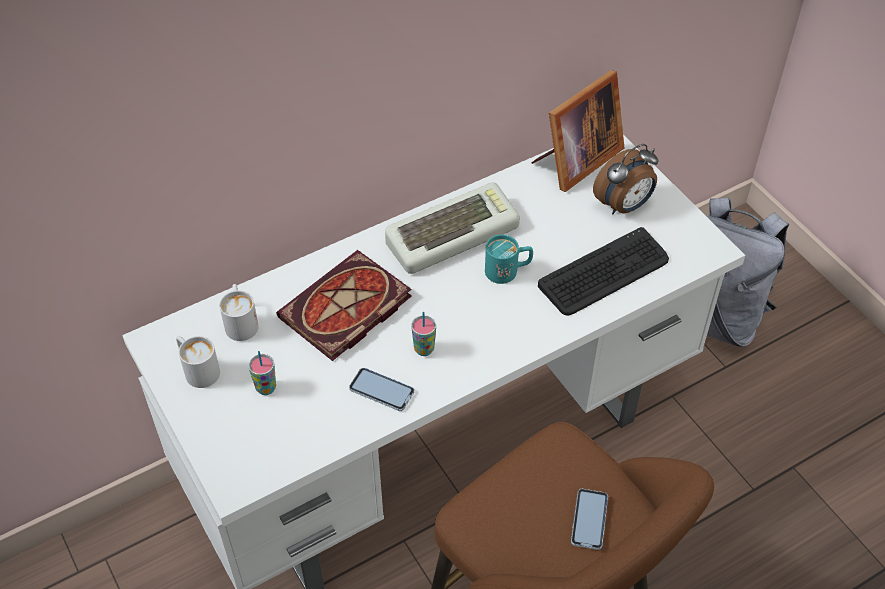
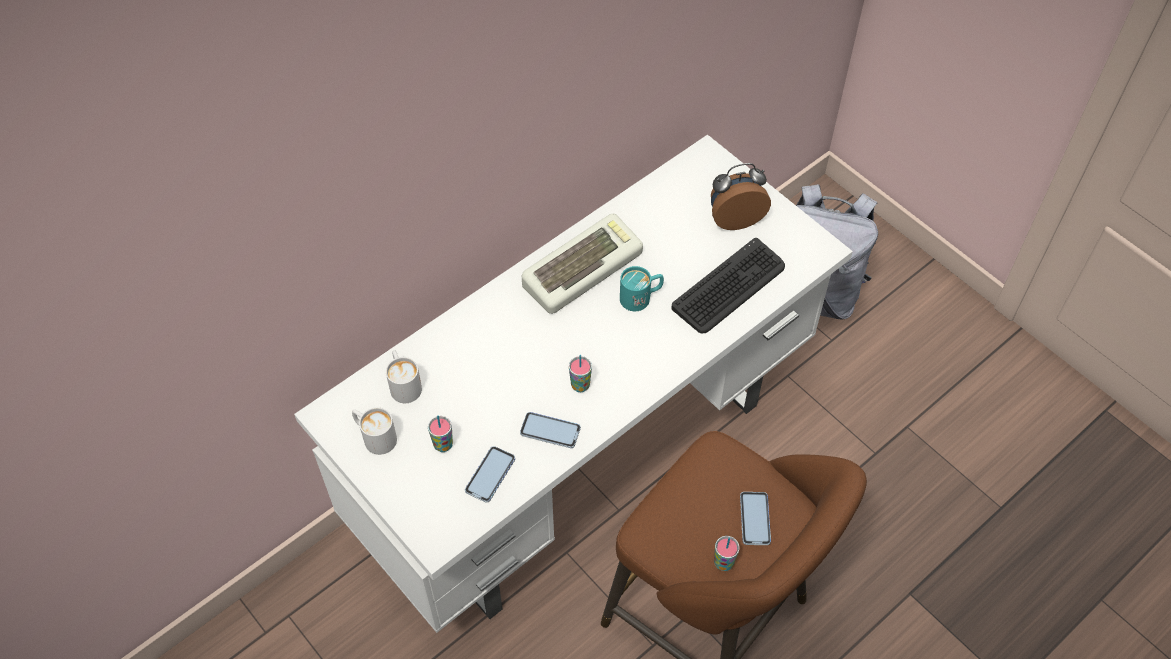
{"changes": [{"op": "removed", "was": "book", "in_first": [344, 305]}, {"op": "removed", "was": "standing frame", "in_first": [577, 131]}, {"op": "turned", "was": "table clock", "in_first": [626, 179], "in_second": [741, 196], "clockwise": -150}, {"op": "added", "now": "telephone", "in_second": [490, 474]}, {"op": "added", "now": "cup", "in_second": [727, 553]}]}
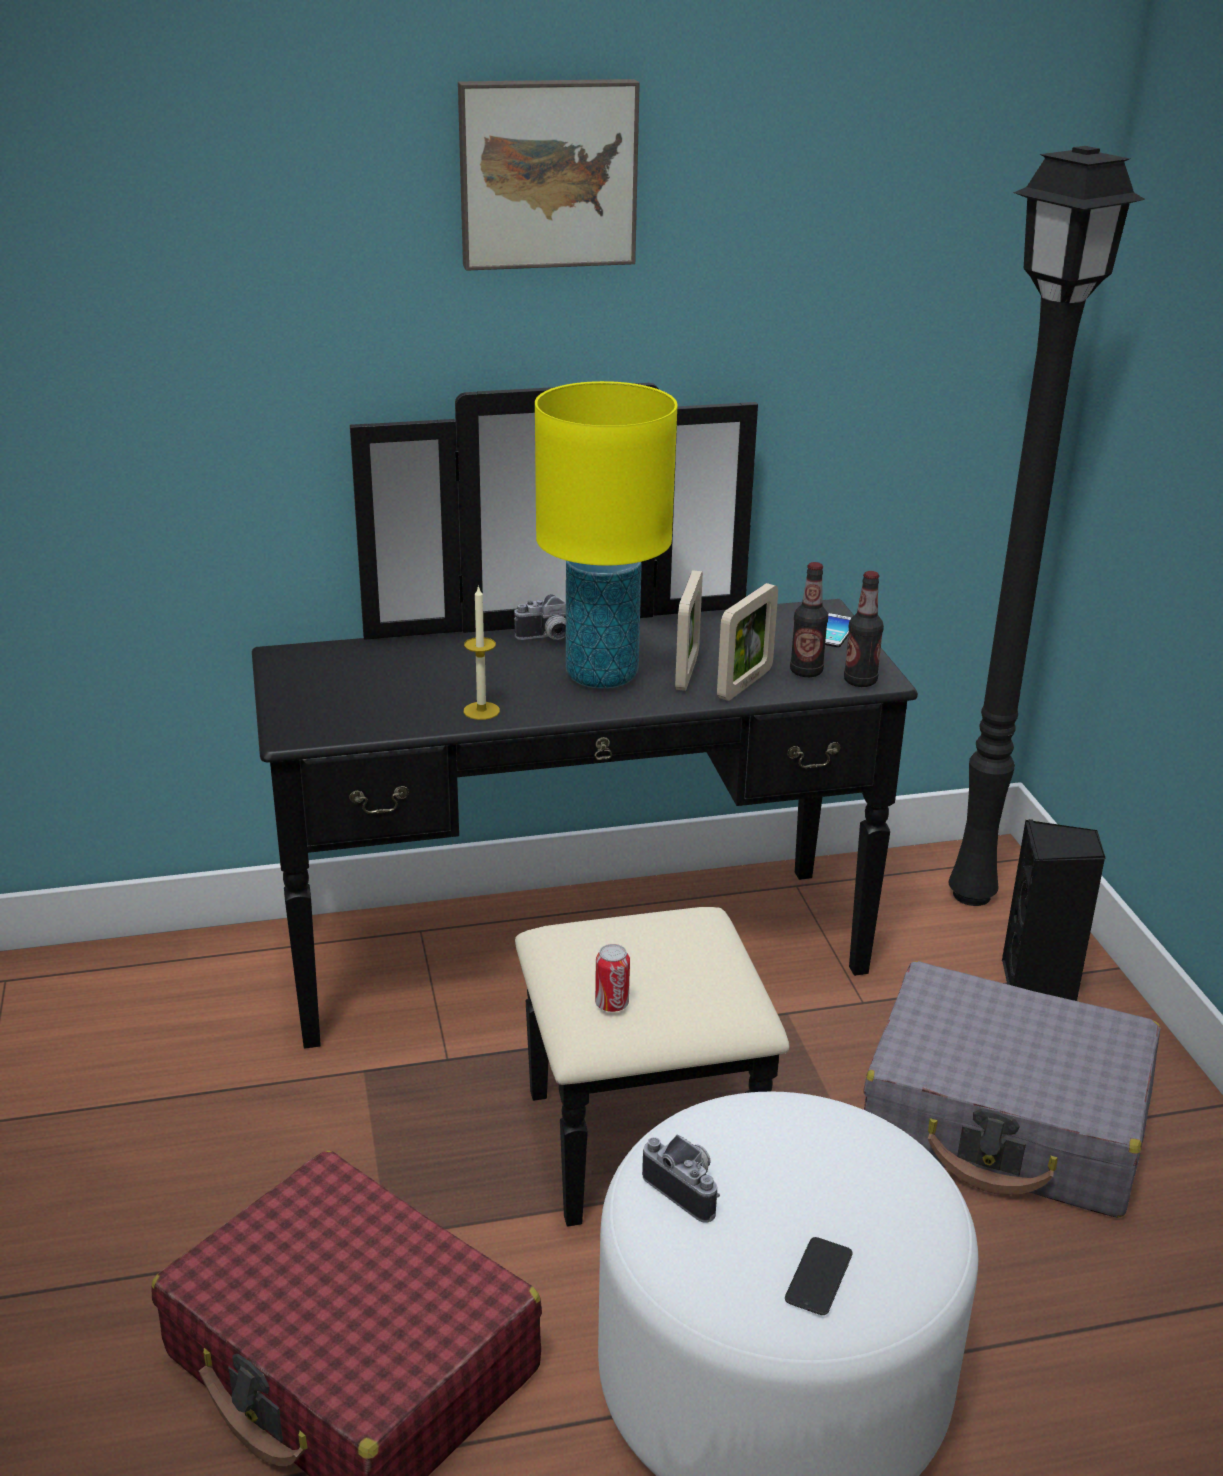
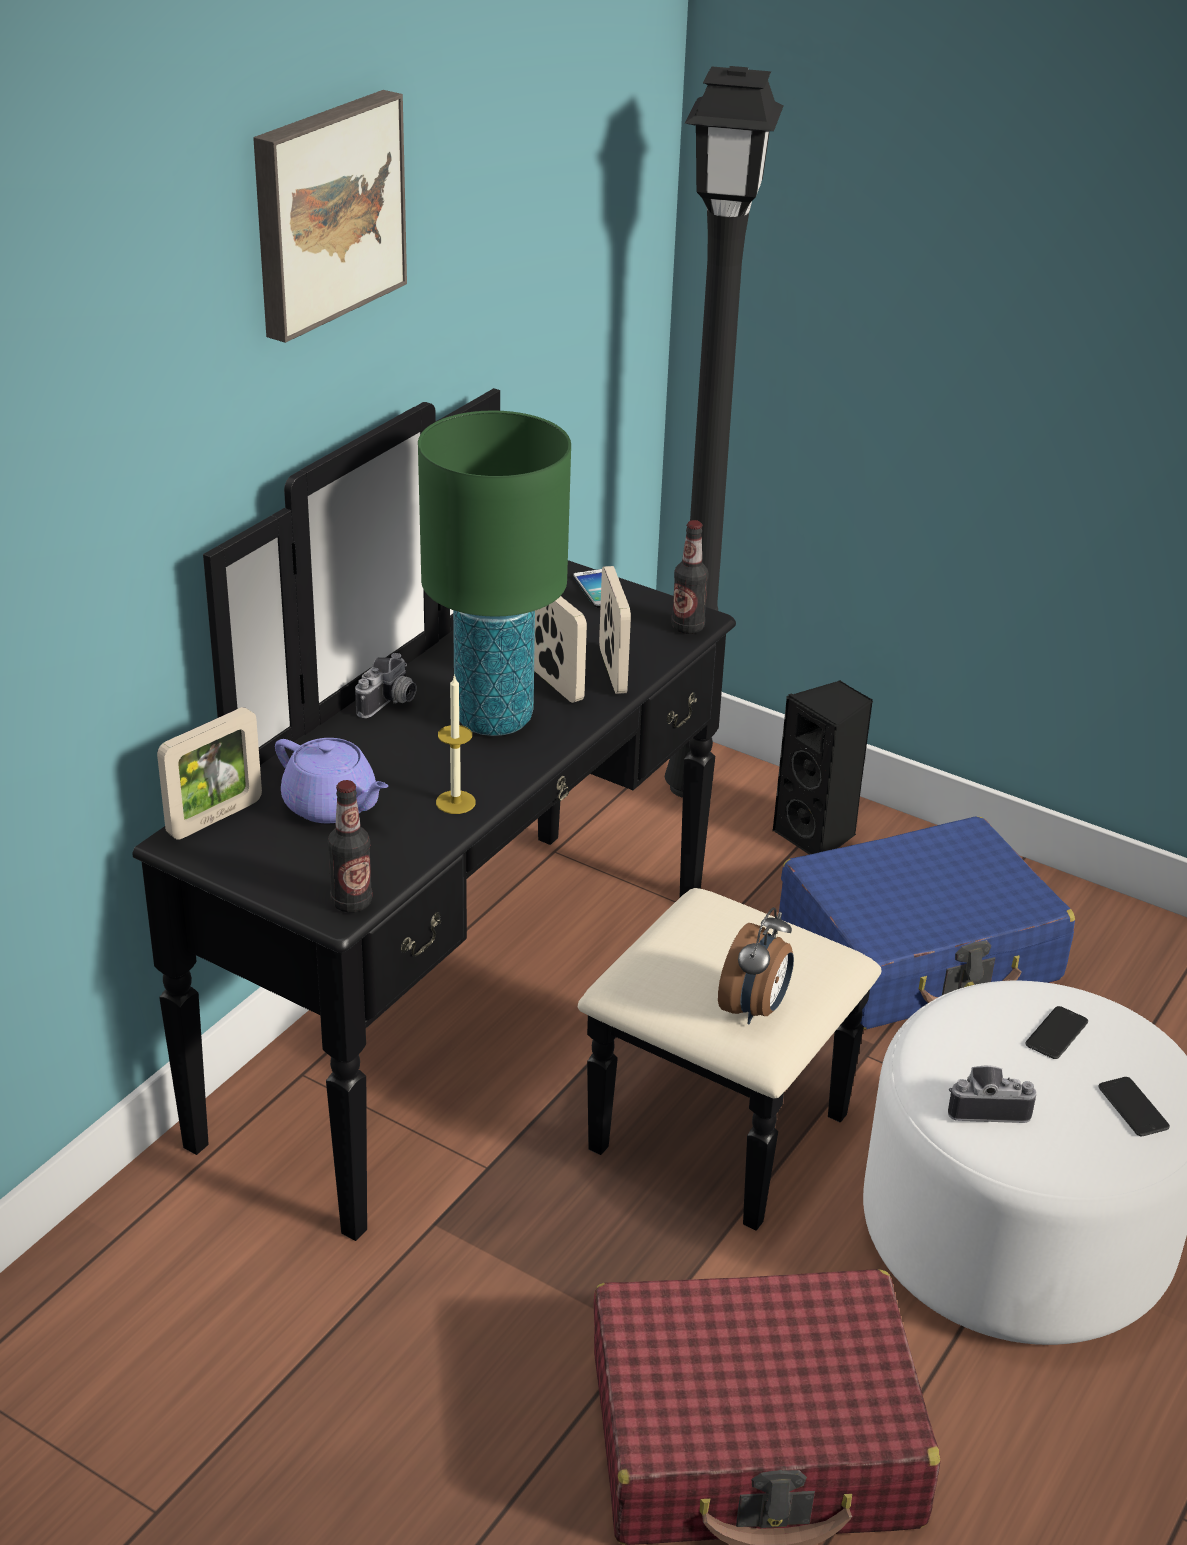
{"changes": [{"op": "recoloured", "was": "yellow-coloured tabletop lamp", "now": "green tabletop lamp", "in_first": [606, 535], "in_second": [494, 573]}, {"op": "replaced", "was": "sealed can", "now": "table clock", "in_first": [612, 978], "in_second": [756, 965]}, {"op": "moved", "was": "drink bottle", "in_first": [809, 619], "in_second": [349, 846]}, {"op": "recoloured", "was": "gray piece of luggage", "now": "bluish piece of luggage", "in_first": [1011, 1089], "in_second": [927, 923]}, {"op": "added", "now": "standing frame", "in_second": [209, 773]}, {"op": "added", "now": "purplish pot for tea", "in_second": [331, 780]}, {"op": "added", "now": "telephone", "in_second": [1057, 1032]}]}
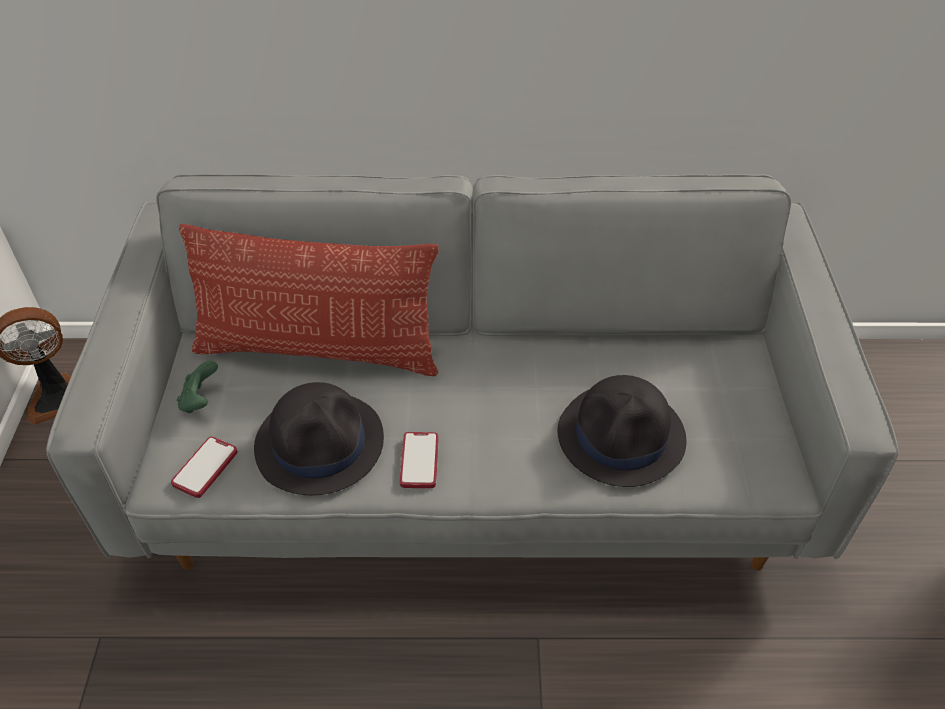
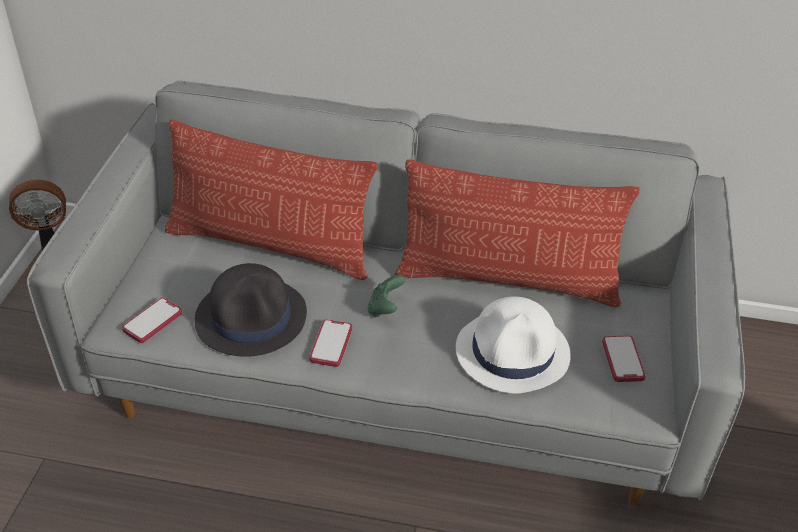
{"changes": [{"op": "moved", "was": "green gamepad", "in_first": [197, 387], "in_second": [387, 296]}, {"op": "recoloured", "was": "black wearable hat", "now": "white wearable hat", "in_first": [622, 431], "in_second": [513, 344]}, {"op": "added", "now": "pillow", "in_second": [517, 233]}, {"op": "added", "now": "telephone", "in_second": [624, 359]}]}
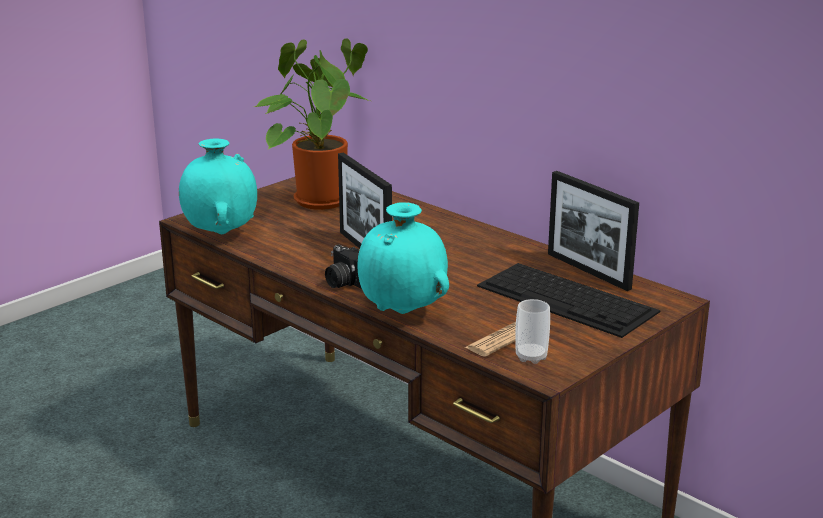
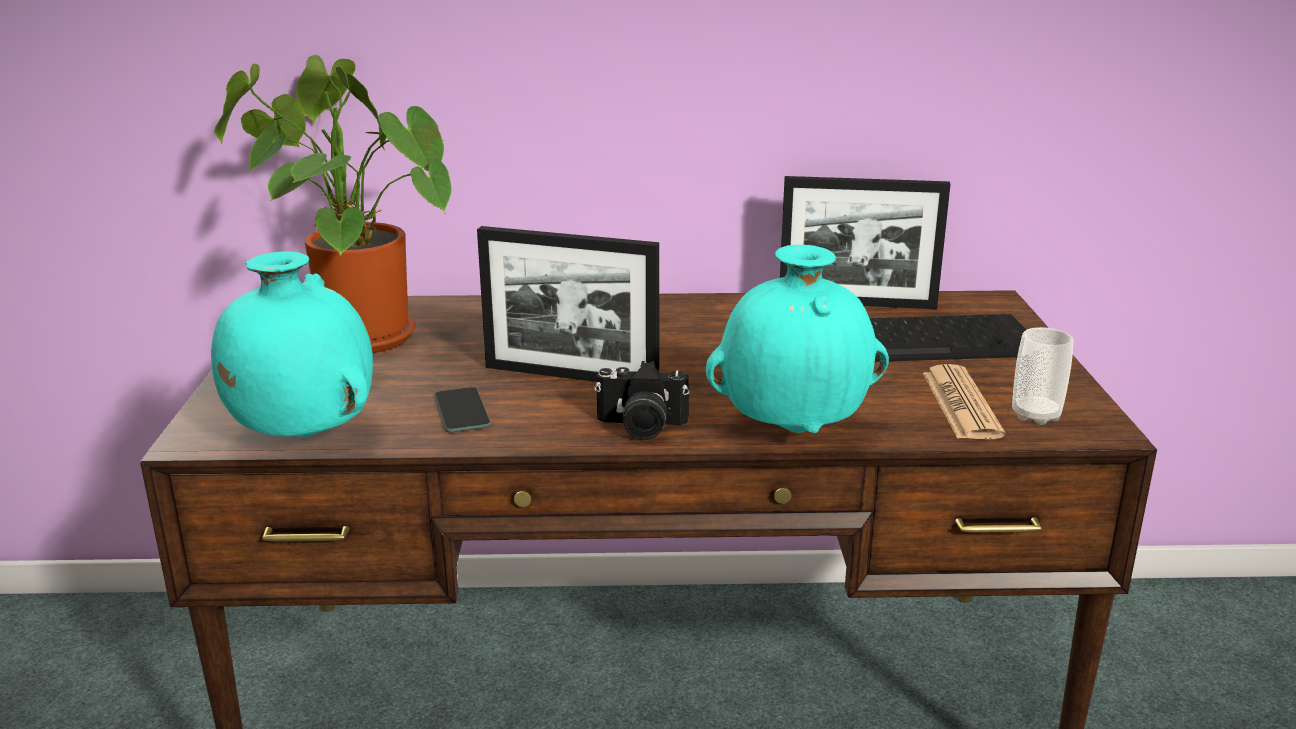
{"changes": [{"op": "added", "now": "telephone", "in_second": [462, 410]}]}
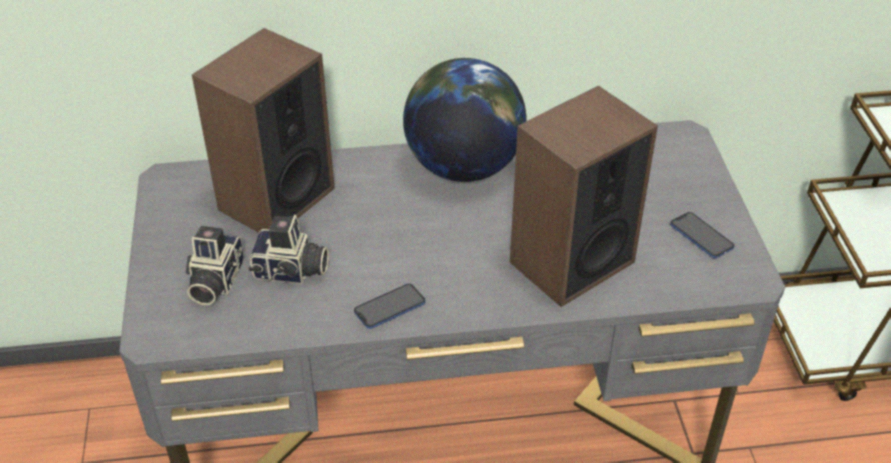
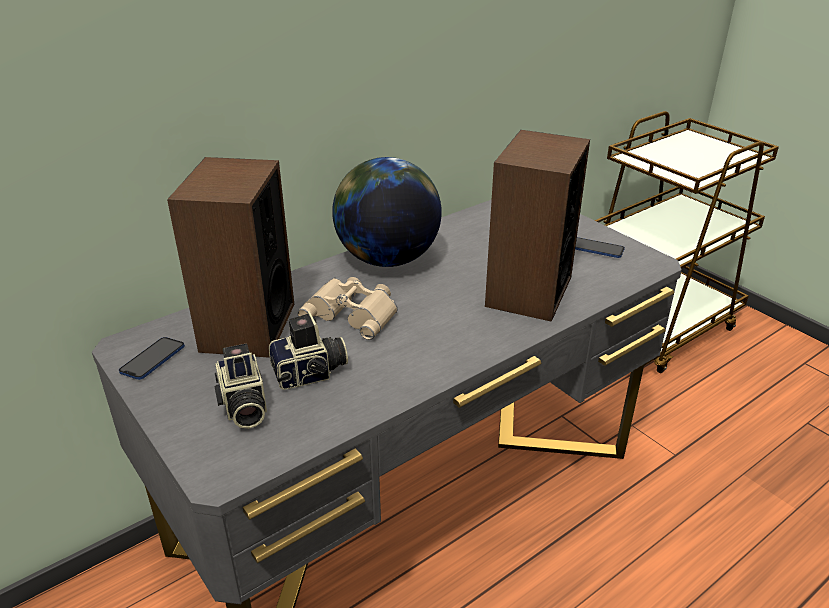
{"changes": [{"op": "moved", "was": "telephone", "in_first": [389, 306], "in_second": [152, 358]}, {"op": "added", "now": "beige binoculars", "in_second": [347, 308]}]}
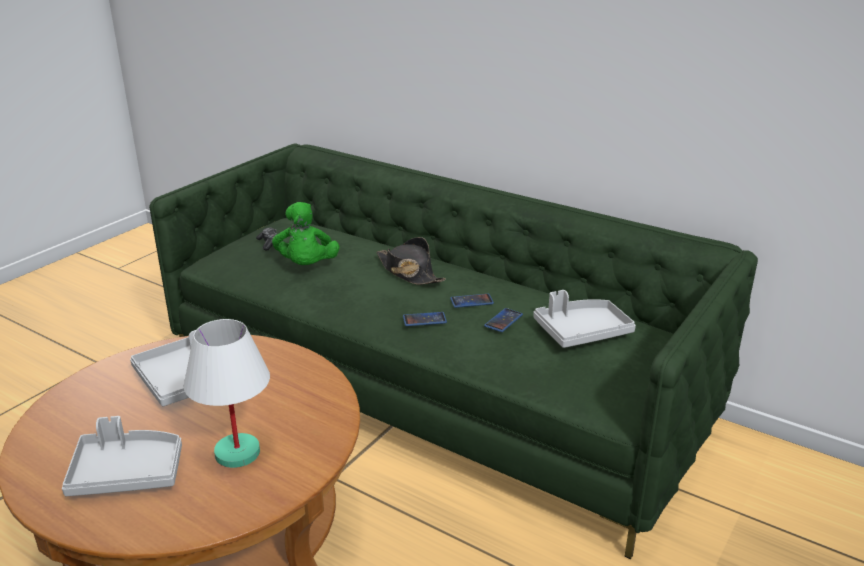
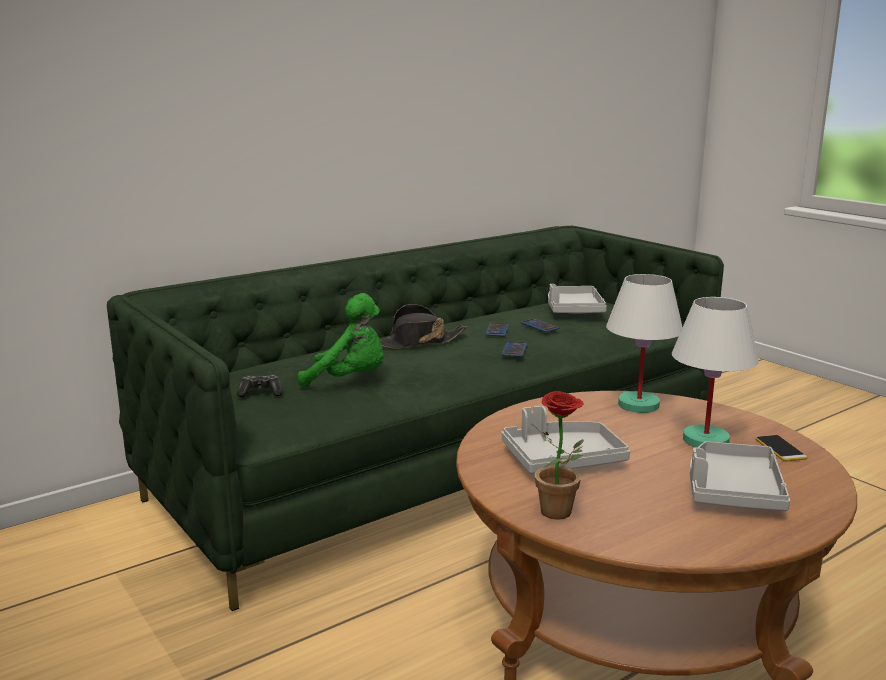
{"changes": [{"op": "added", "now": "potted plant", "in_second": [558, 455]}, {"op": "added", "now": "white tabletop lamp", "in_second": [644, 343]}, {"op": "added", "now": "telephone", "in_second": [781, 448]}]}
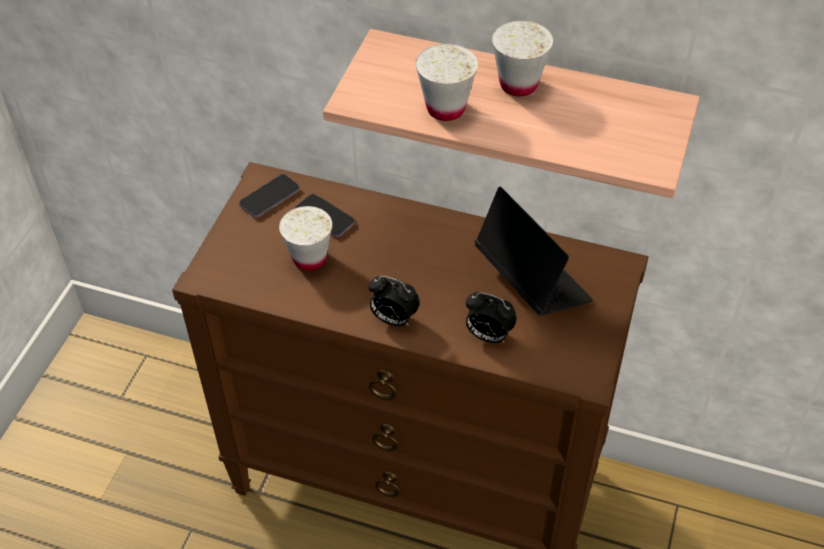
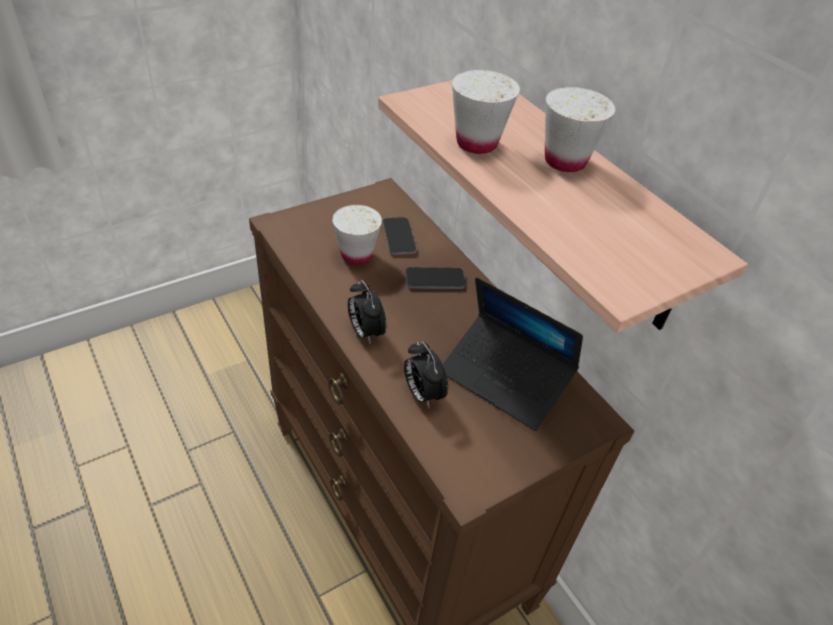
{"changes": [{"op": "moved", "was": "telephone", "in_first": [269, 196], "in_second": [435, 278]}, {"op": "turned", "was": "notebook computer", "in_first": [534, 251], "in_second": [513, 354], "clockwise": 120}]}
